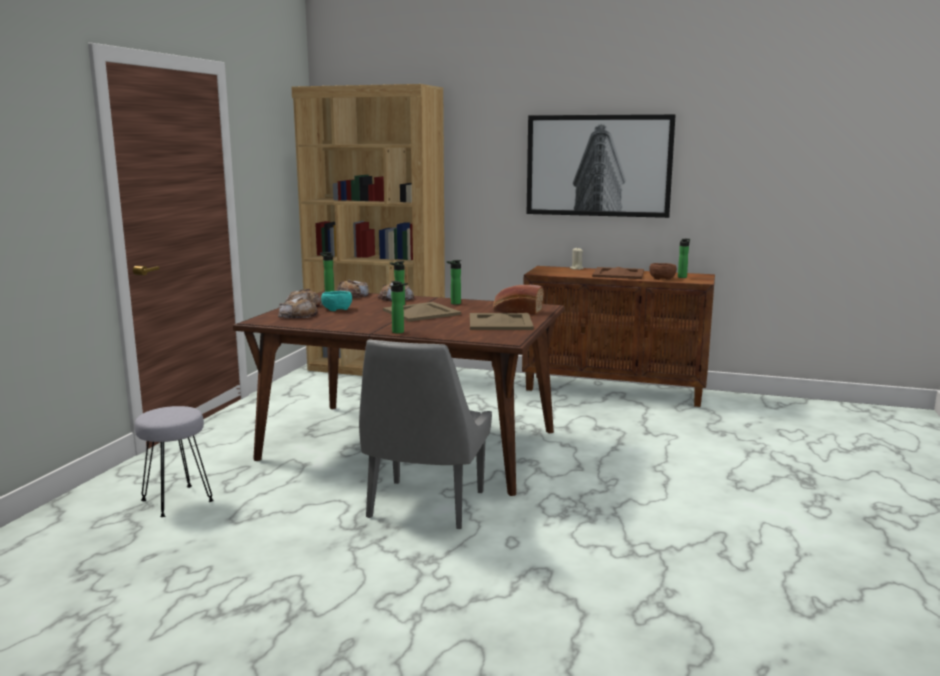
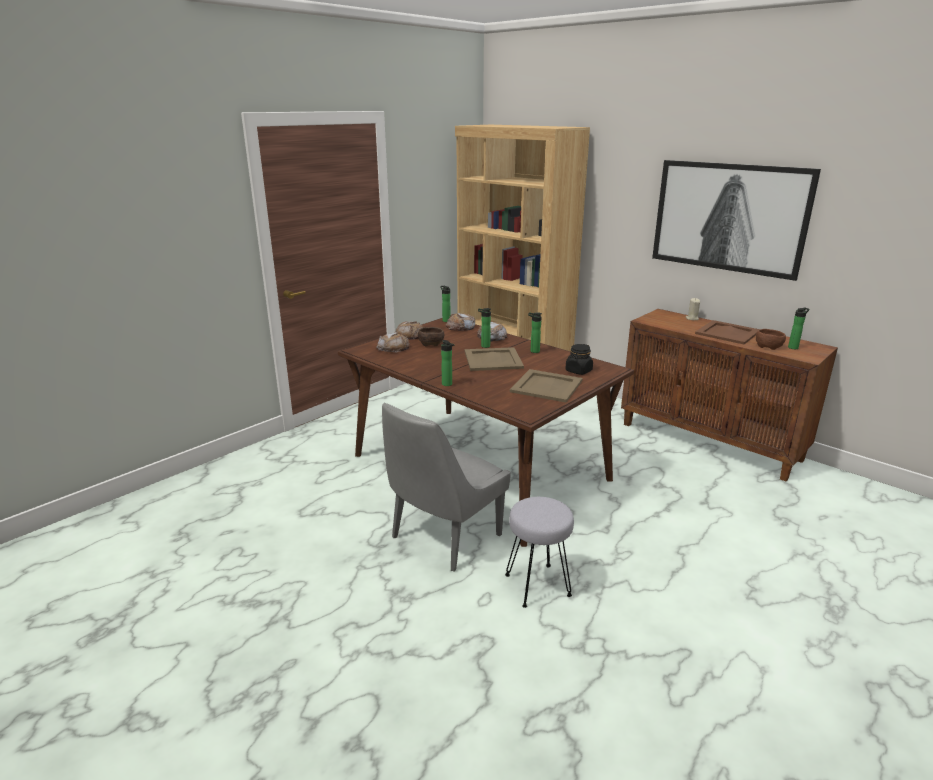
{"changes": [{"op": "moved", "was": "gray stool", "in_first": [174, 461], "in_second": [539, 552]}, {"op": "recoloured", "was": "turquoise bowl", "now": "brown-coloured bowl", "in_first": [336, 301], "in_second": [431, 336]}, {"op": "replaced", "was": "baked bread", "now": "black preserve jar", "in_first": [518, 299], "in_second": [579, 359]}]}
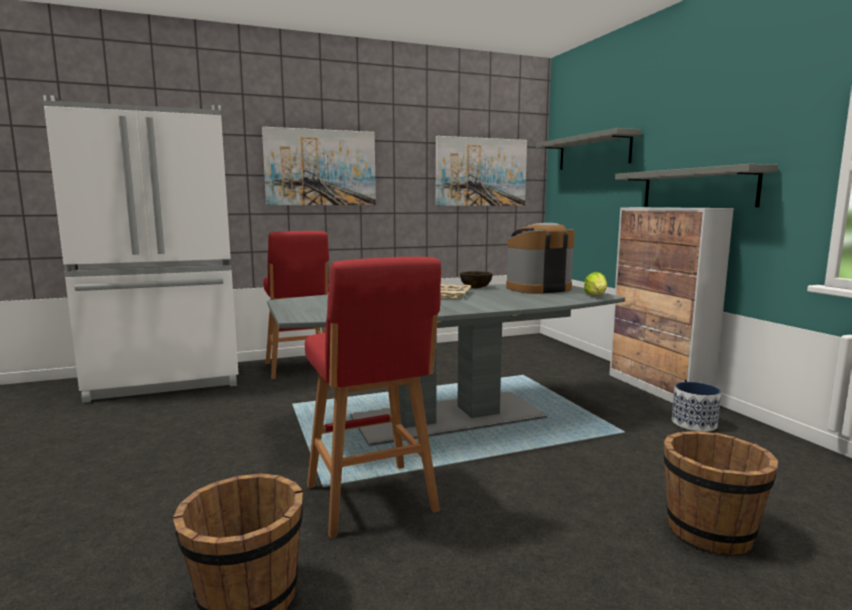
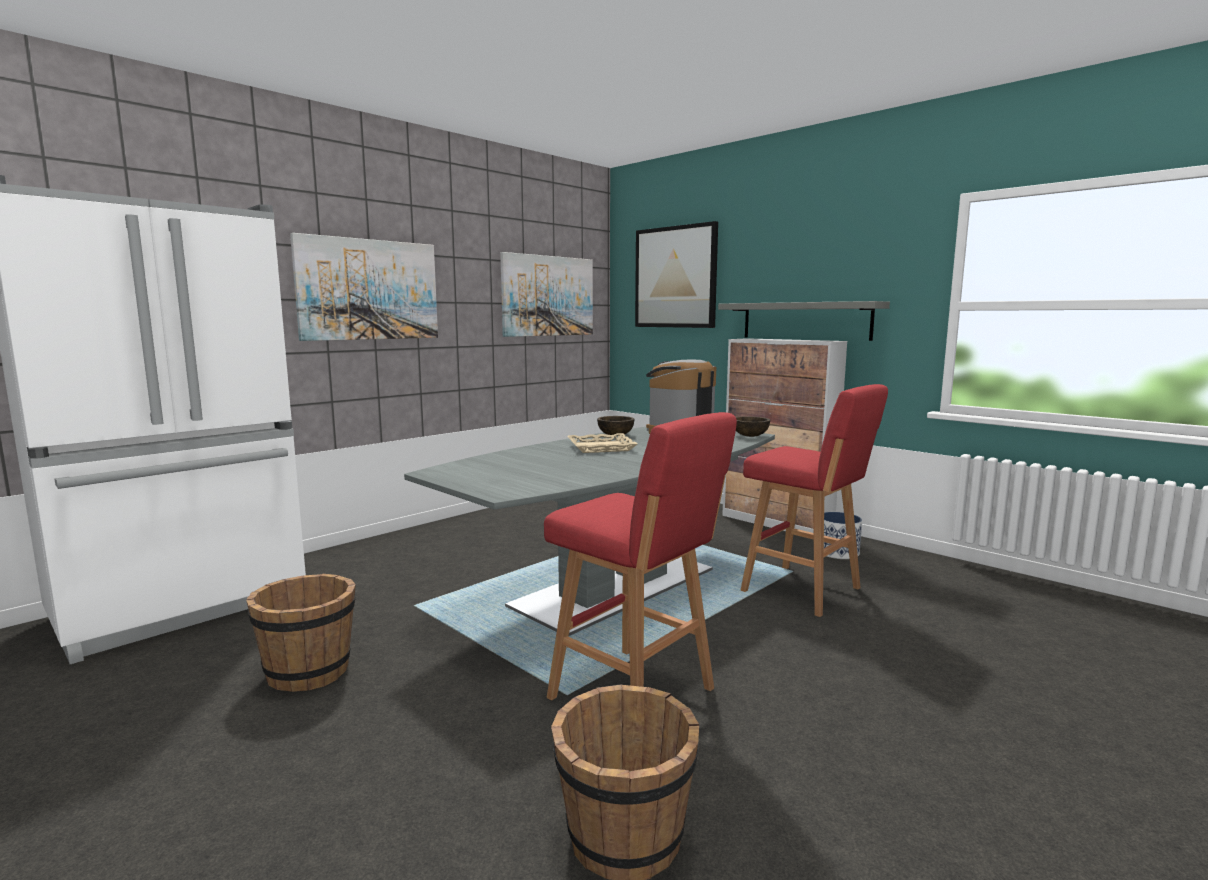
{"changes": [{"op": "moved", "was": "reddish stool", "in_first": [296, 305], "in_second": [814, 500]}, {"op": "replaced", "was": "gray shelf", "now": "wall picture", "in_first": [589, 149], "in_second": [676, 274]}, {"op": "replaced", "was": "lettuce head", "now": "brown-coloured bowl", "in_first": [595, 283], "in_second": [753, 426]}, {"op": "moved", "was": "brown-coloured pail", "in_first": [720, 493], "in_second": [301, 633]}]}
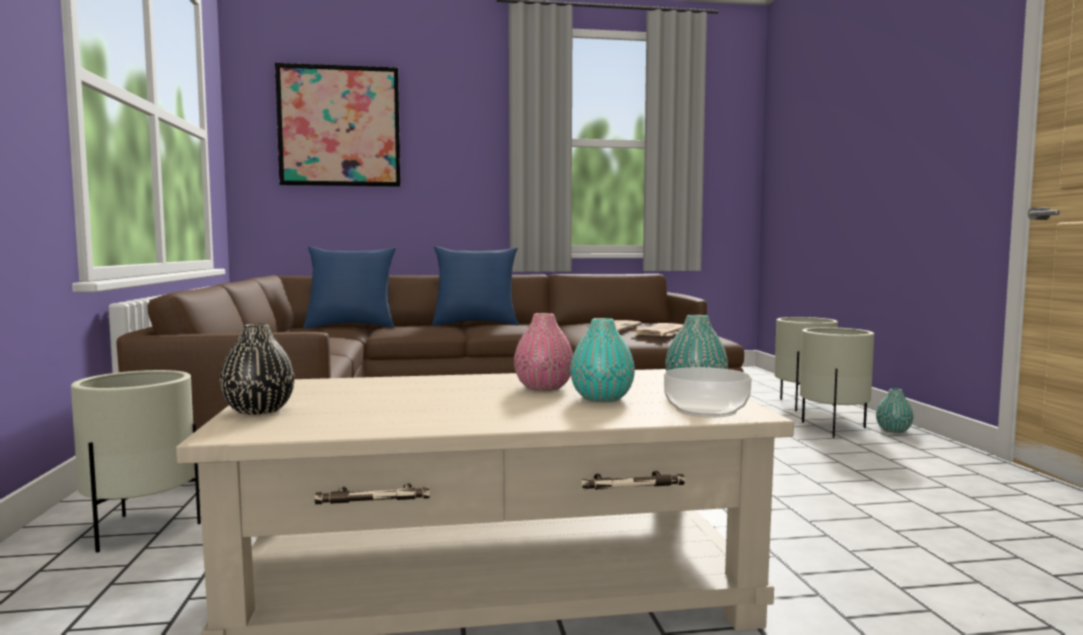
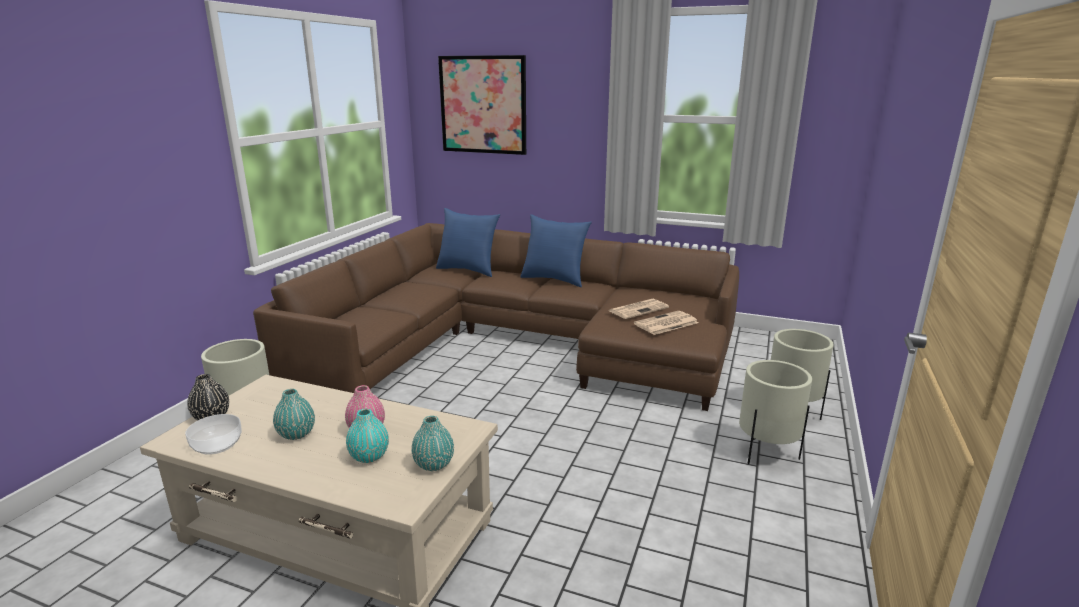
{"changes": [{"op": "moved", "was": "bowl", "in_first": [708, 392], "in_second": [213, 434]}, {"op": "moved", "was": "turquoise vase", "in_first": [894, 410], "in_second": [294, 414]}]}
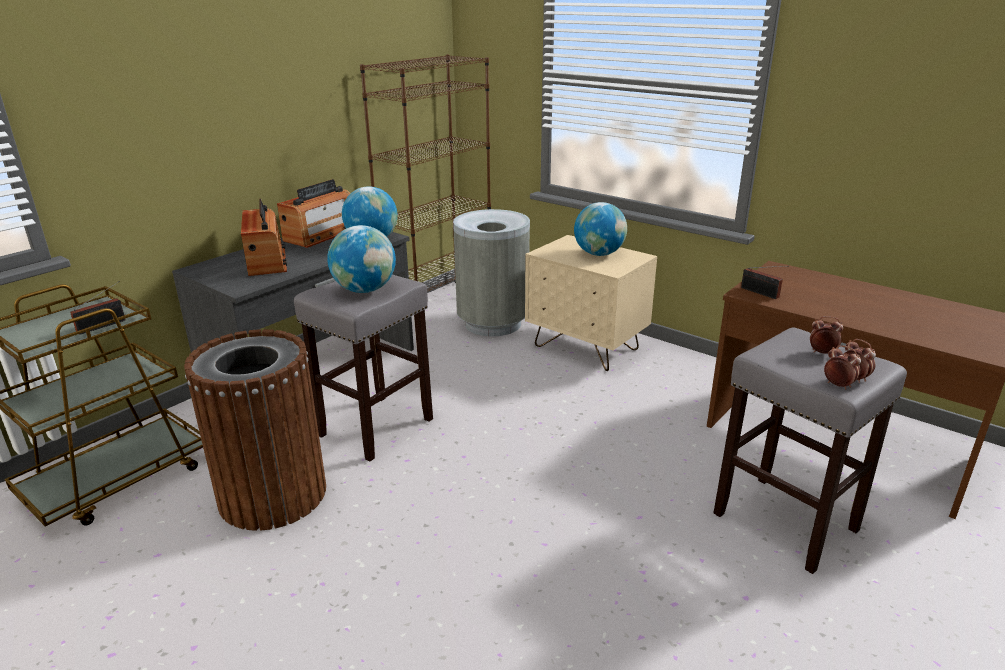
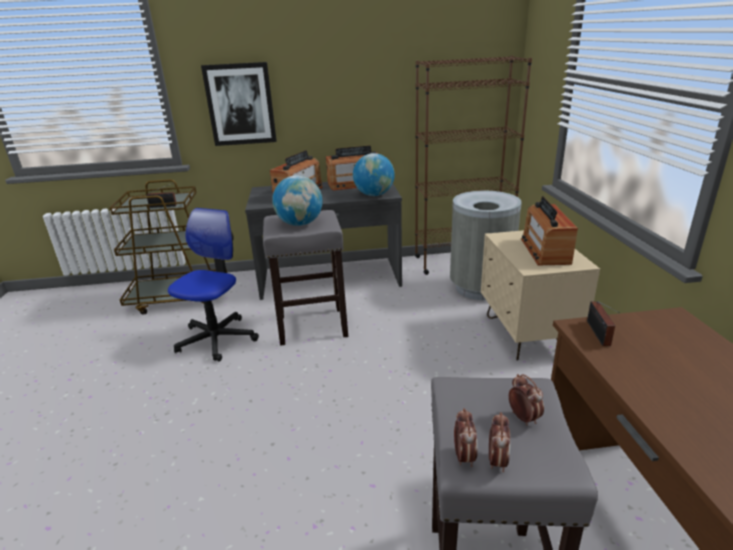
{"changes": [{"op": "replaced", "was": "brown-coloured trash can", "now": "computer chair", "in_first": [255, 430], "in_second": [213, 285]}, {"op": "replaced", "was": "globe", "now": "radio", "in_first": [600, 229], "in_second": [549, 230]}, {"op": "added", "now": "wall picture", "in_second": [239, 104]}]}
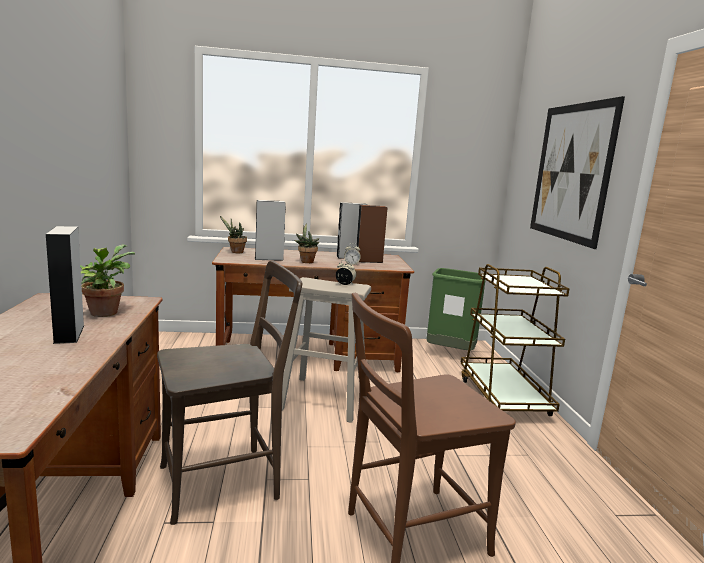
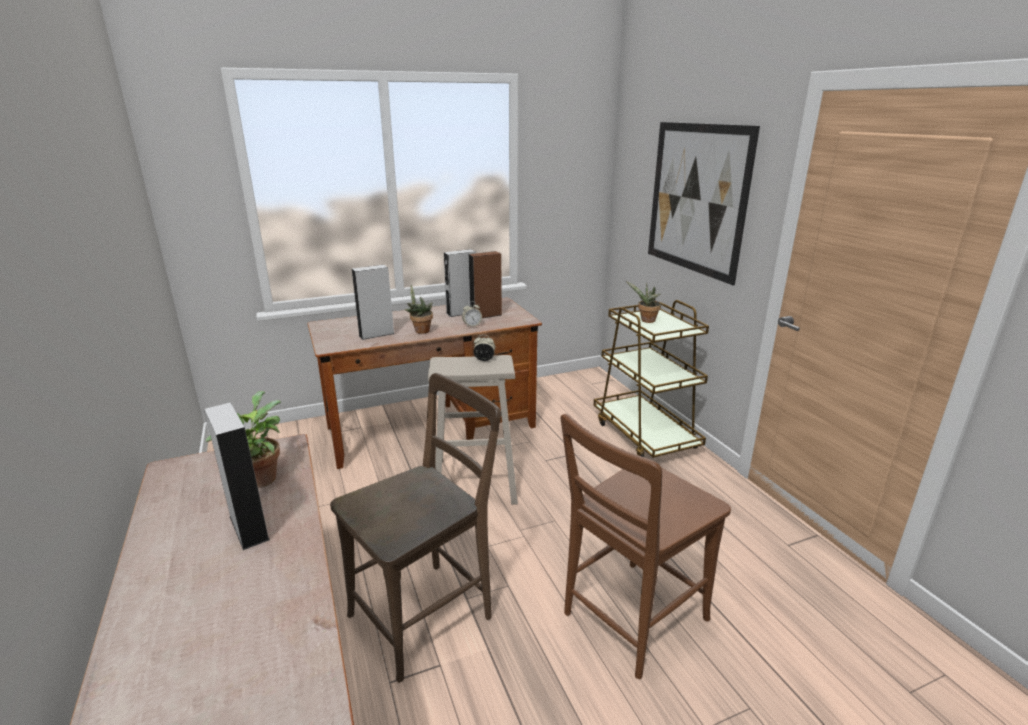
{"changes": [{"op": "moved", "was": "potted plant", "in_first": [233, 234], "in_second": [643, 302]}, {"op": "removed", "was": "green trash can", "in_first": [456, 309]}]}
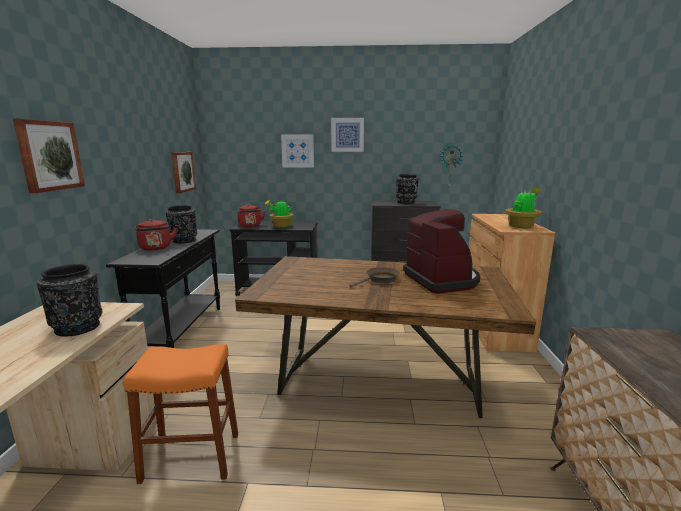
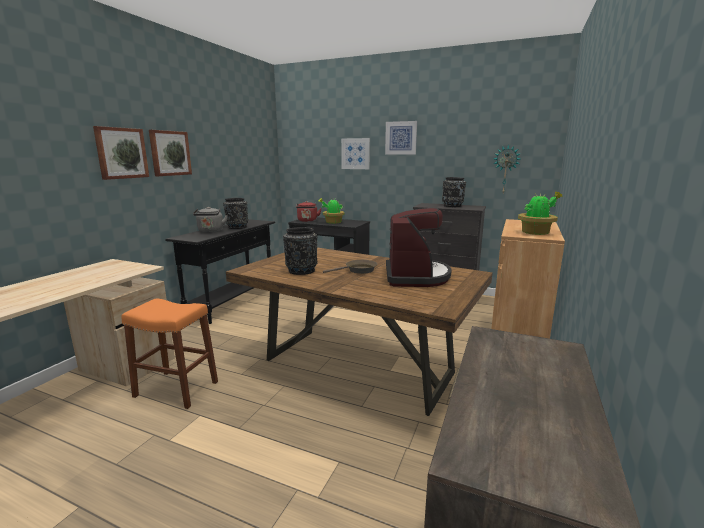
{"changes": [{"op": "moved", "was": "black vase", "in_first": [70, 300], "in_second": [300, 251]}, {"op": "recoloured", "was": "reddish tea kettle", "now": "gray tea kettle", "in_first": [156, 234], "in_second": [210, 219]}, {"op": "moved", "was": "wall picture", "in_first": [183, 172], "in_second": [170, 153]}]}
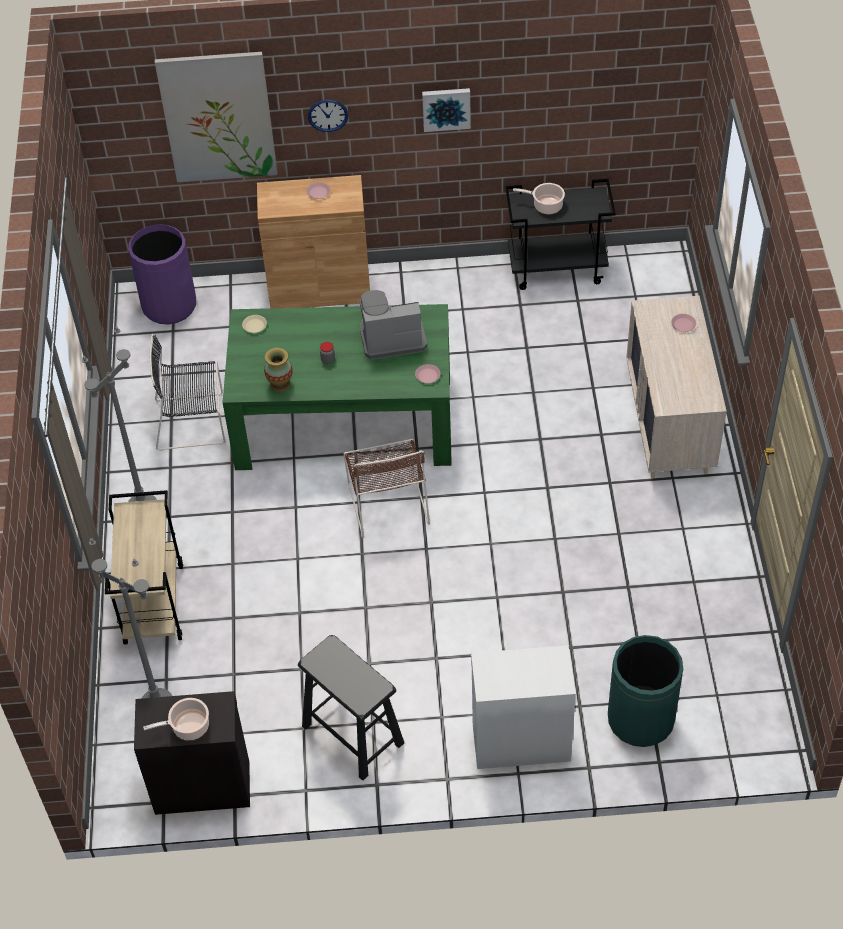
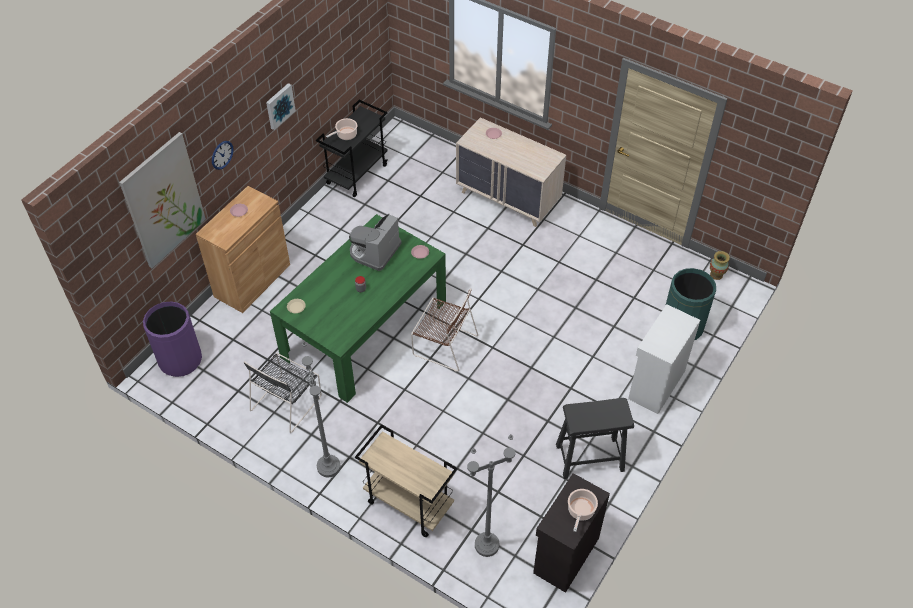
{"changes": [{"op": "moved", "was": "vase", "in_first": [278, 370], "in_second": [720, 265]}]}
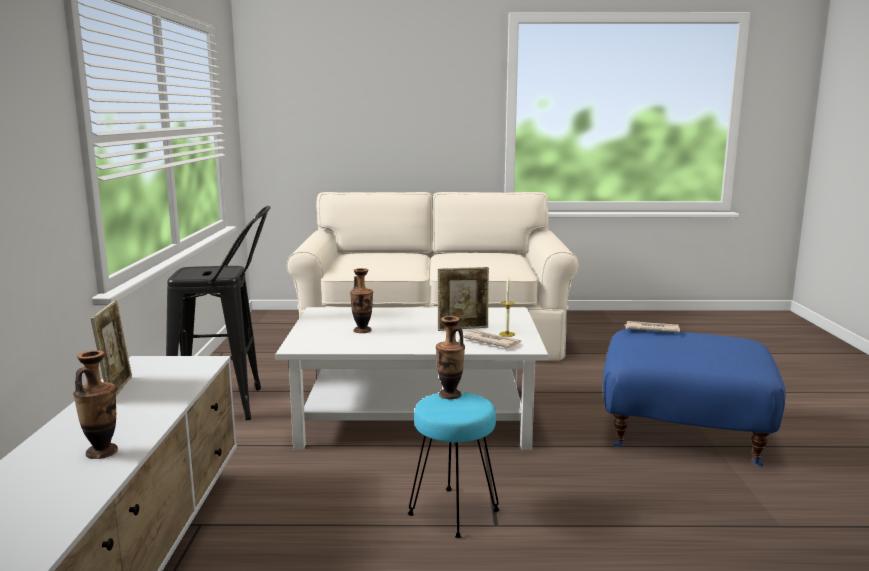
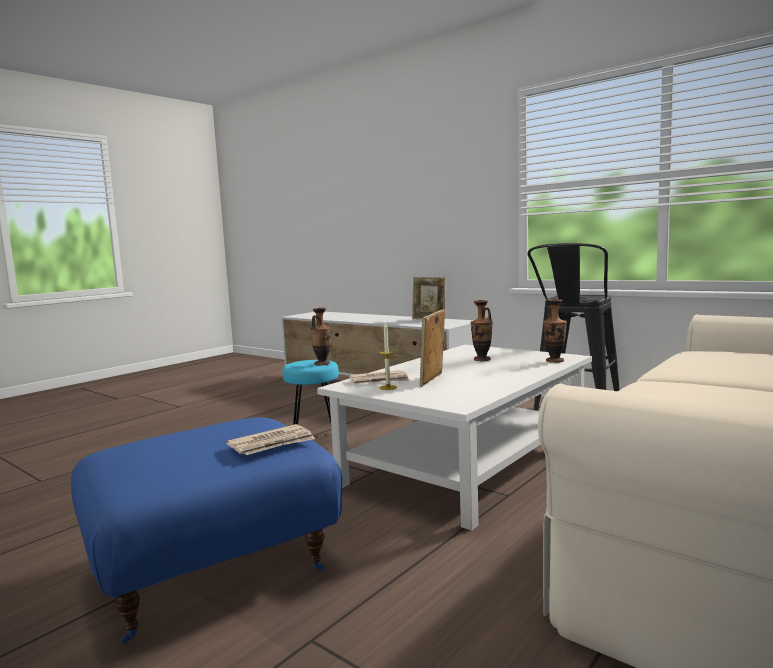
{"changes": [{"op": "moved", "was": "vase", "in_first": [95, 404], "in_second": [555, 331]}]}
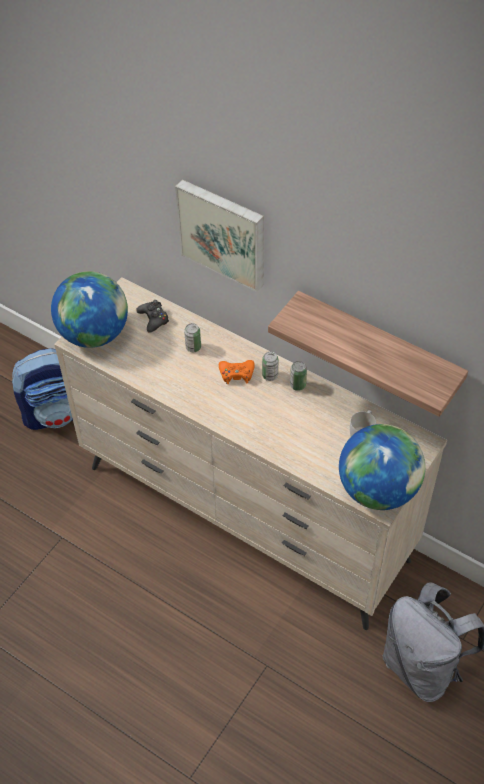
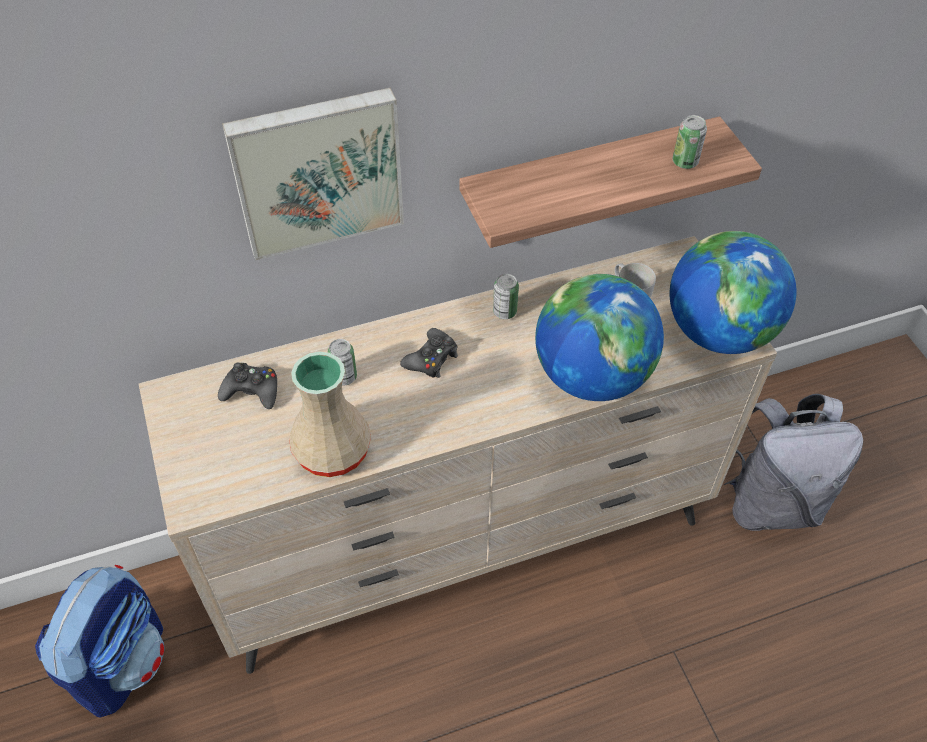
{"changes": [{"op": "moved", "was": "globe", "in_first": [89, 309], "in_second": [599, 337]}, {"op": "recoloured", "was": "orange gamepad", "now": "black gamepad", "in_first": [236, 372], "in_second": [429, 353]}, {"op": "moved", "was": "sealed can", "in_first": [270, 366], "in_second": [689, 142]}, {"op": "added", "now": "beige vase", "in_second": [330, 414]}]}
